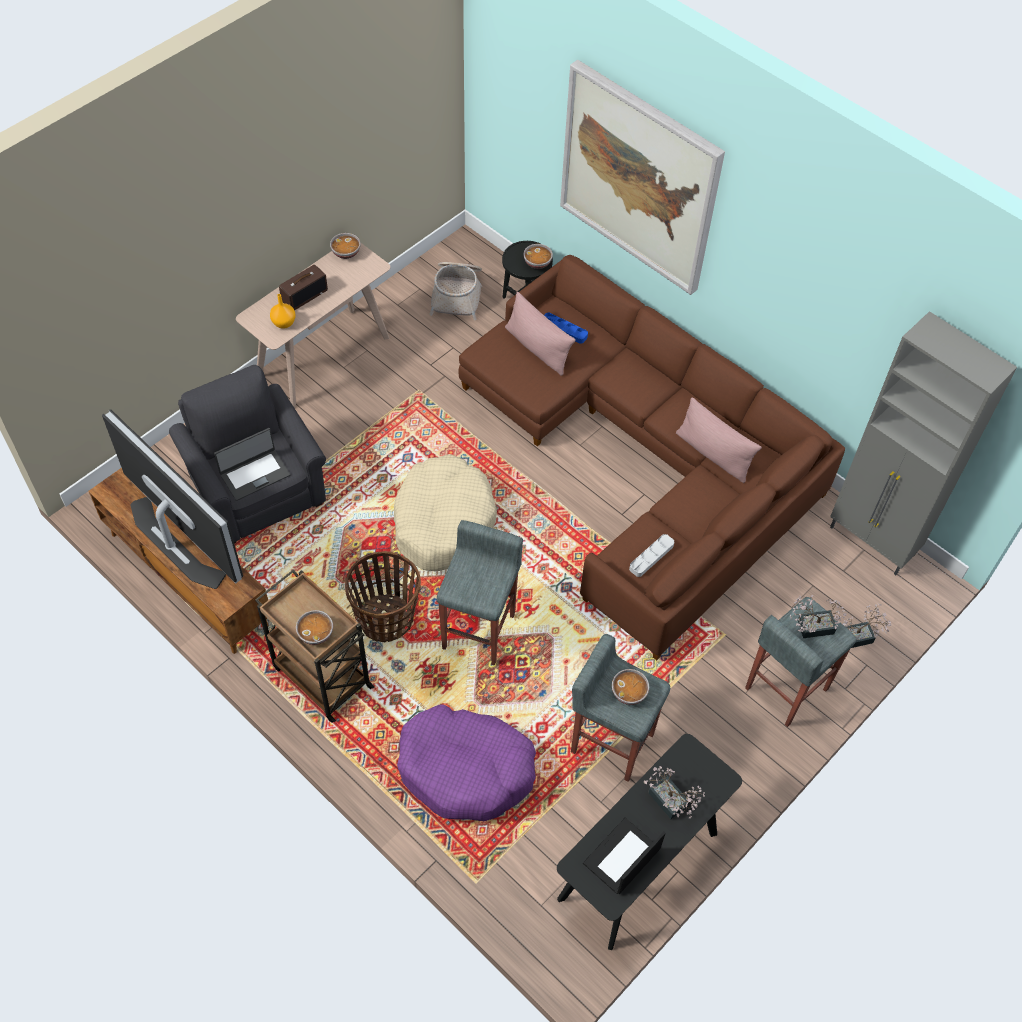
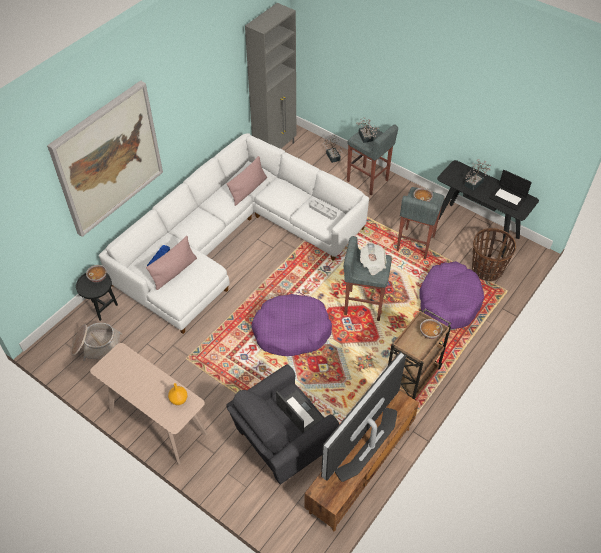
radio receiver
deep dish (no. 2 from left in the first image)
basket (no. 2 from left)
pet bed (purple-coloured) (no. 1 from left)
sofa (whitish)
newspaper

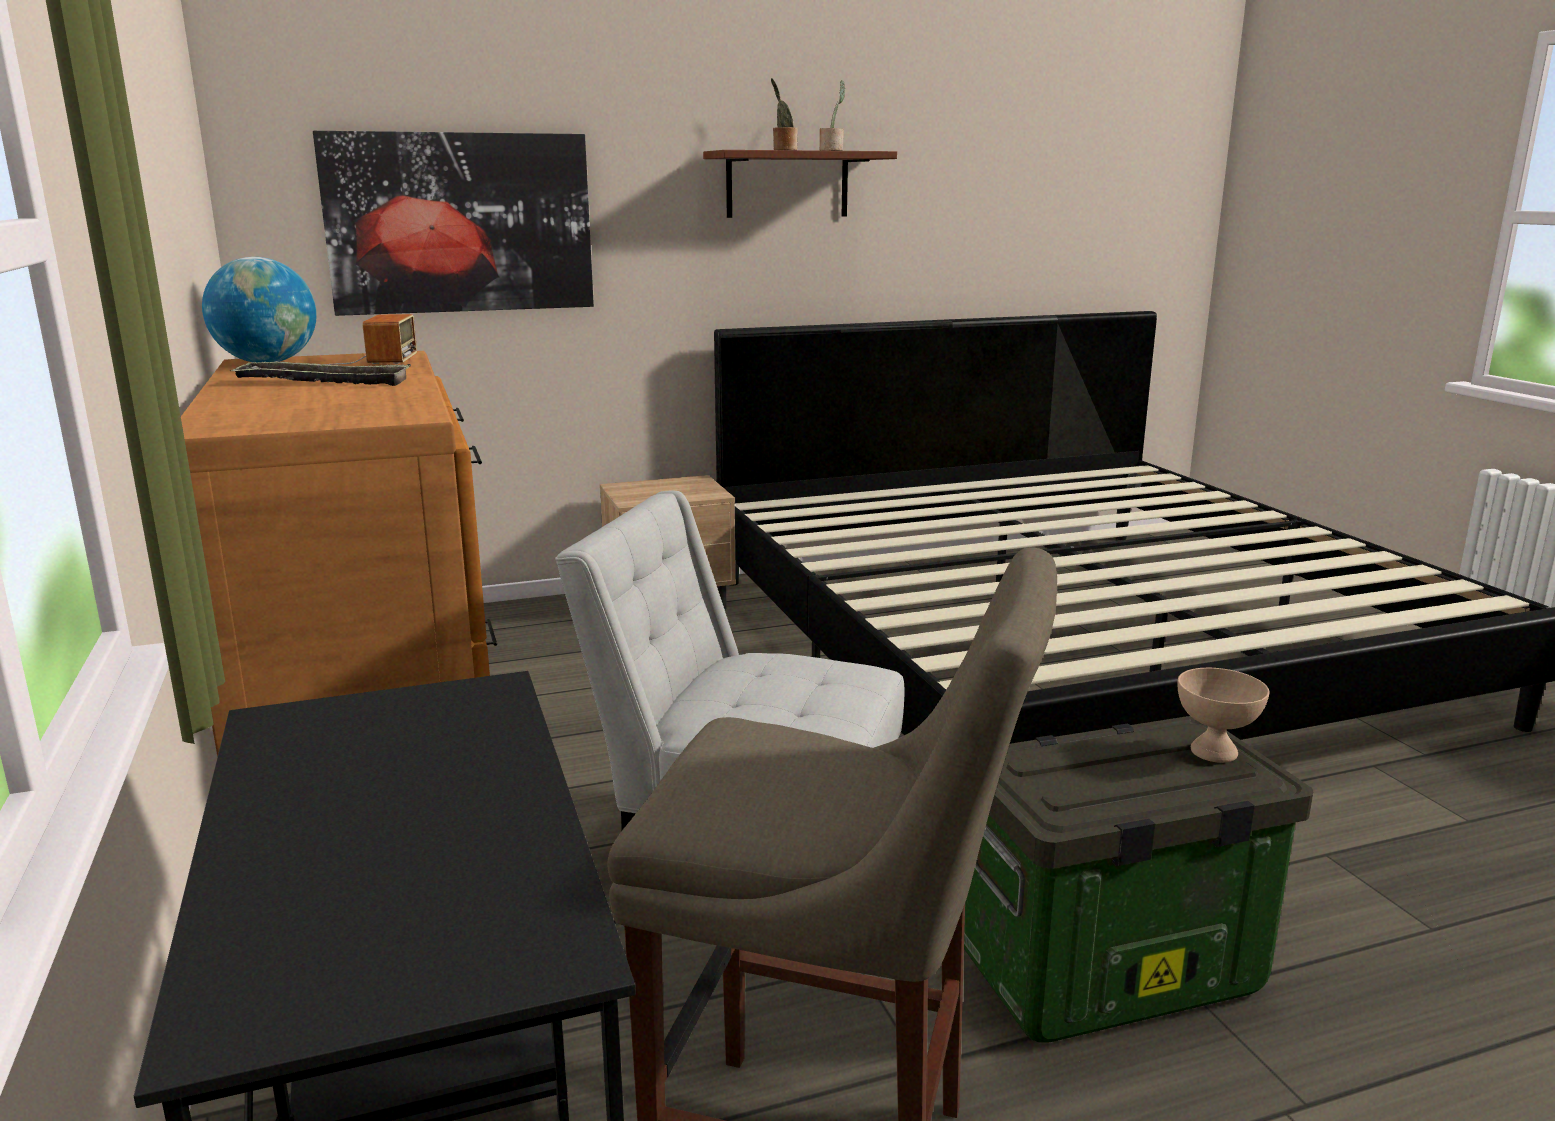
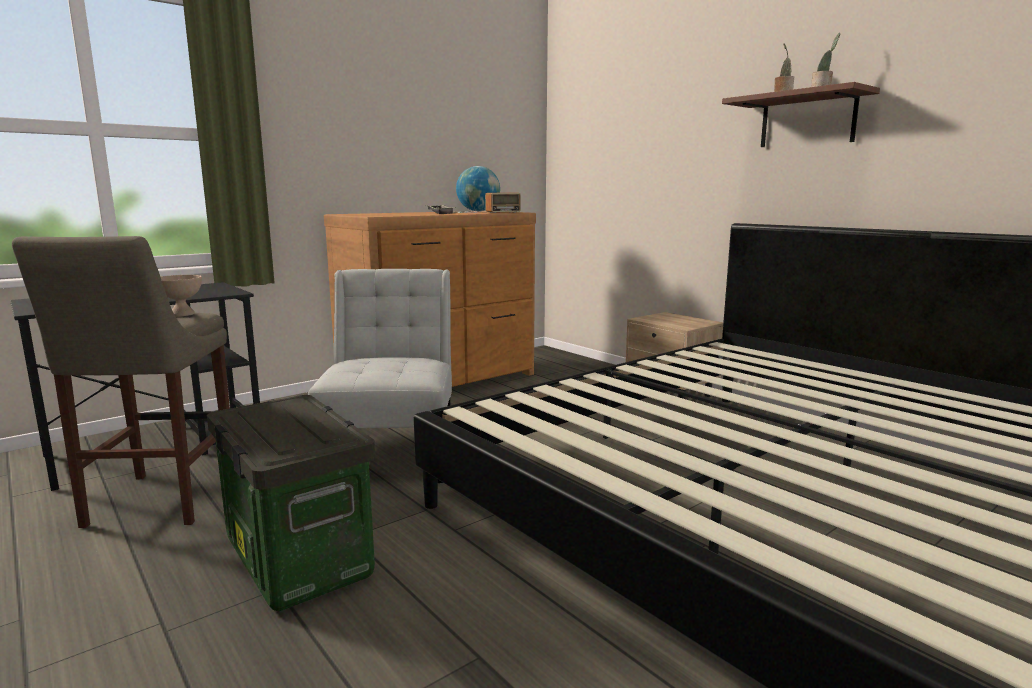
picture
deep dish (beige)

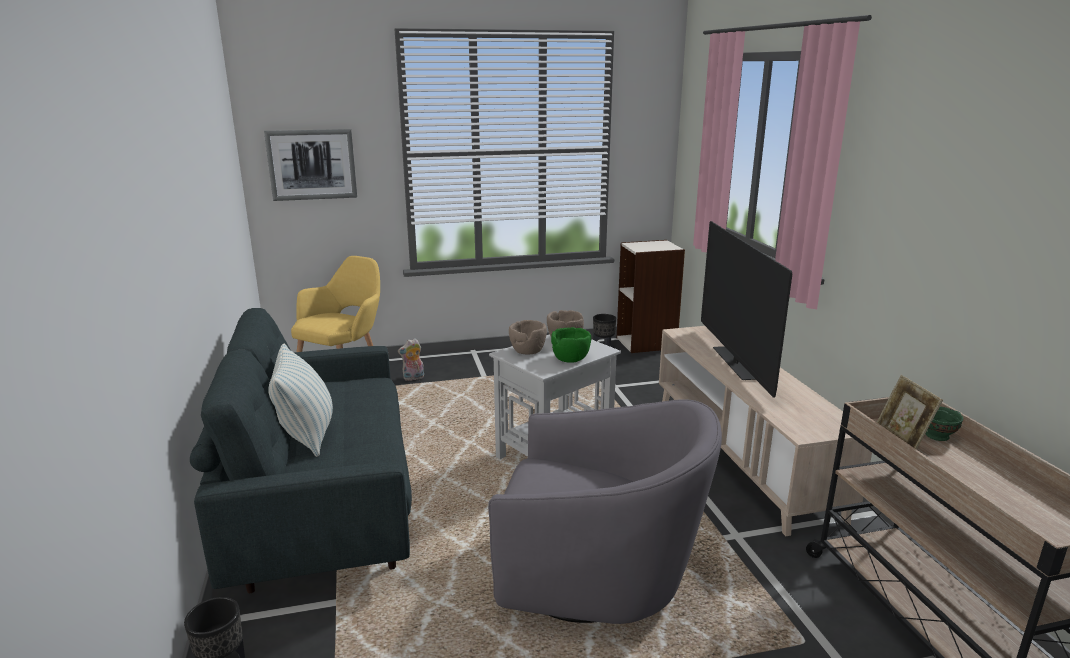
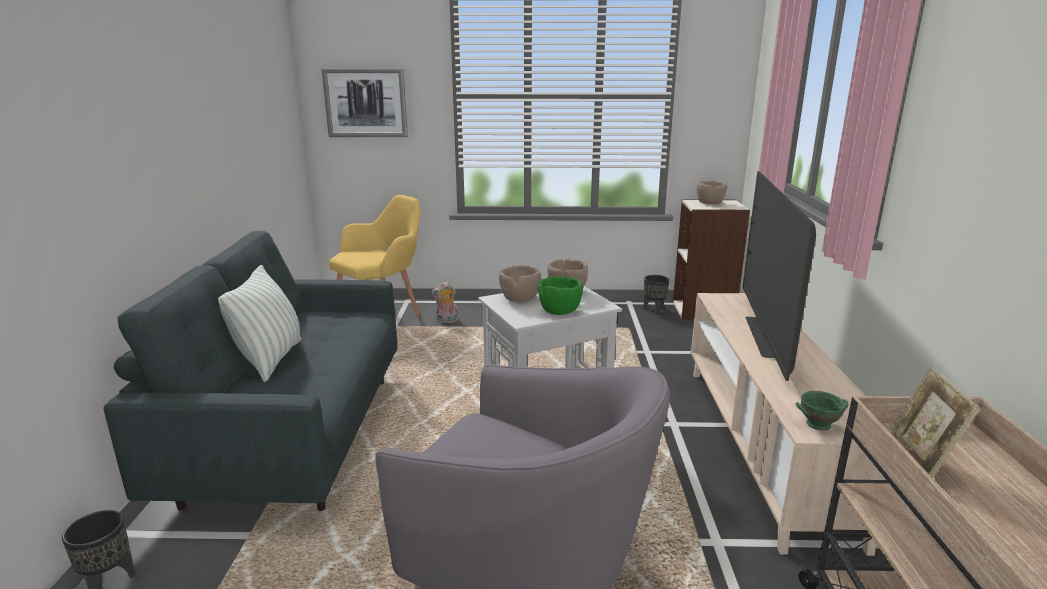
deep dish (green) (no. 2 from left)
deep dish (brownish) (no. 3 from left)

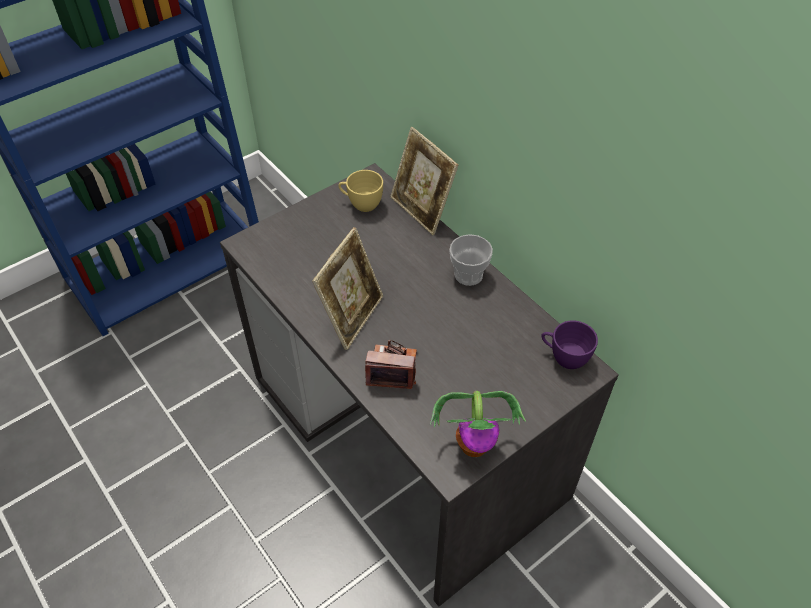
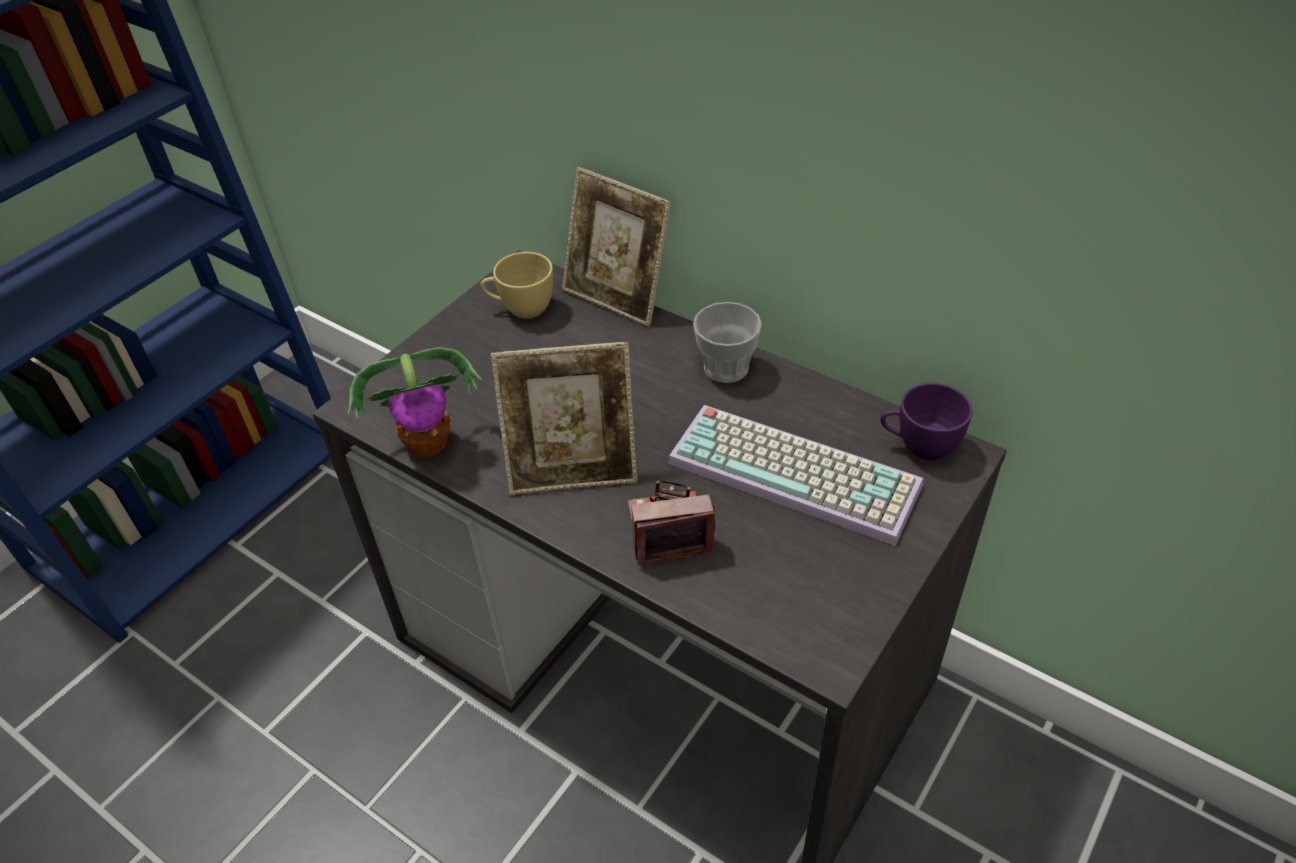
picture frame (no. 1 from left)
houseplant
keyboard

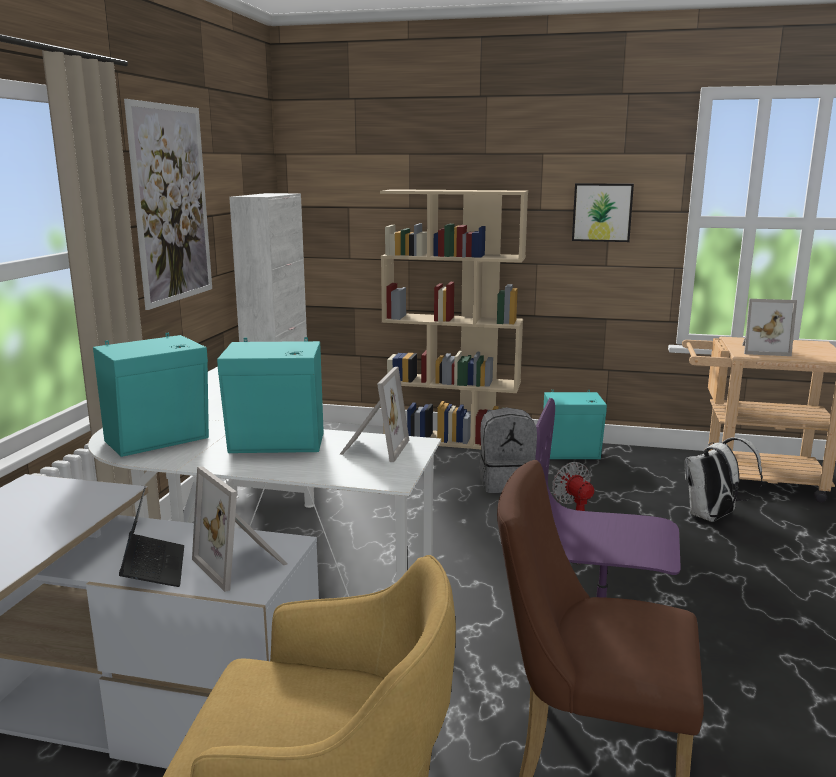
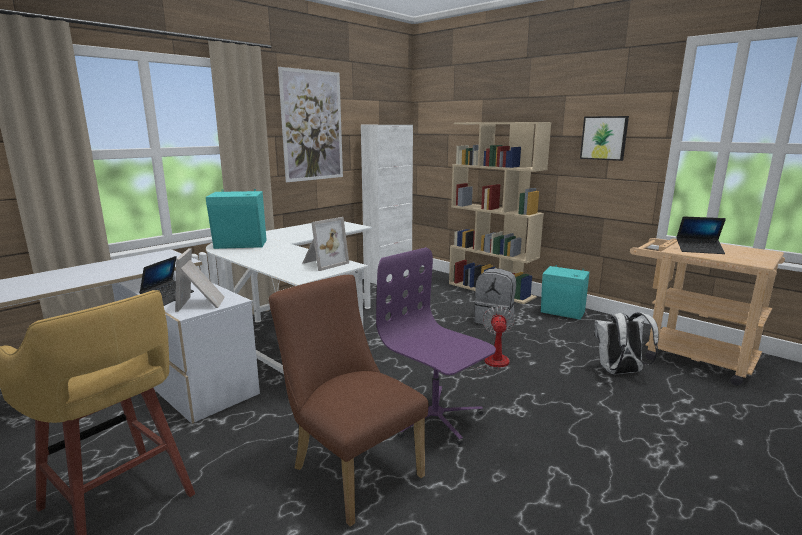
loudspeaker (turquoise) (no. 2 from left in the first image)
laptop (no. 2 from left)

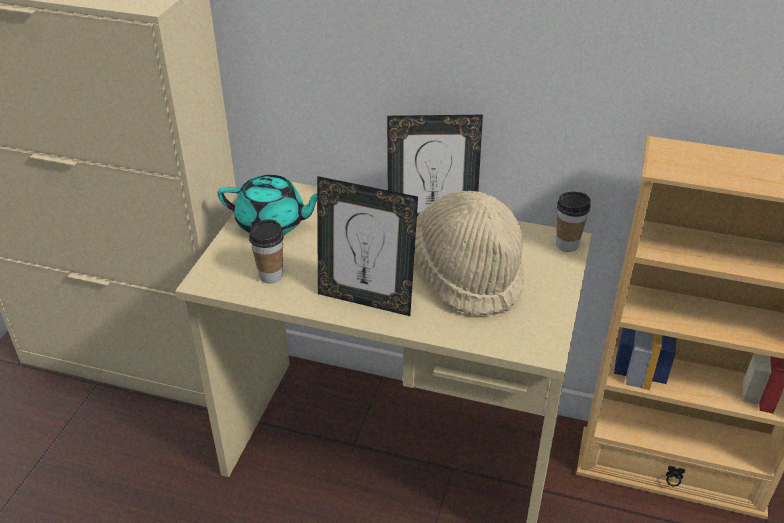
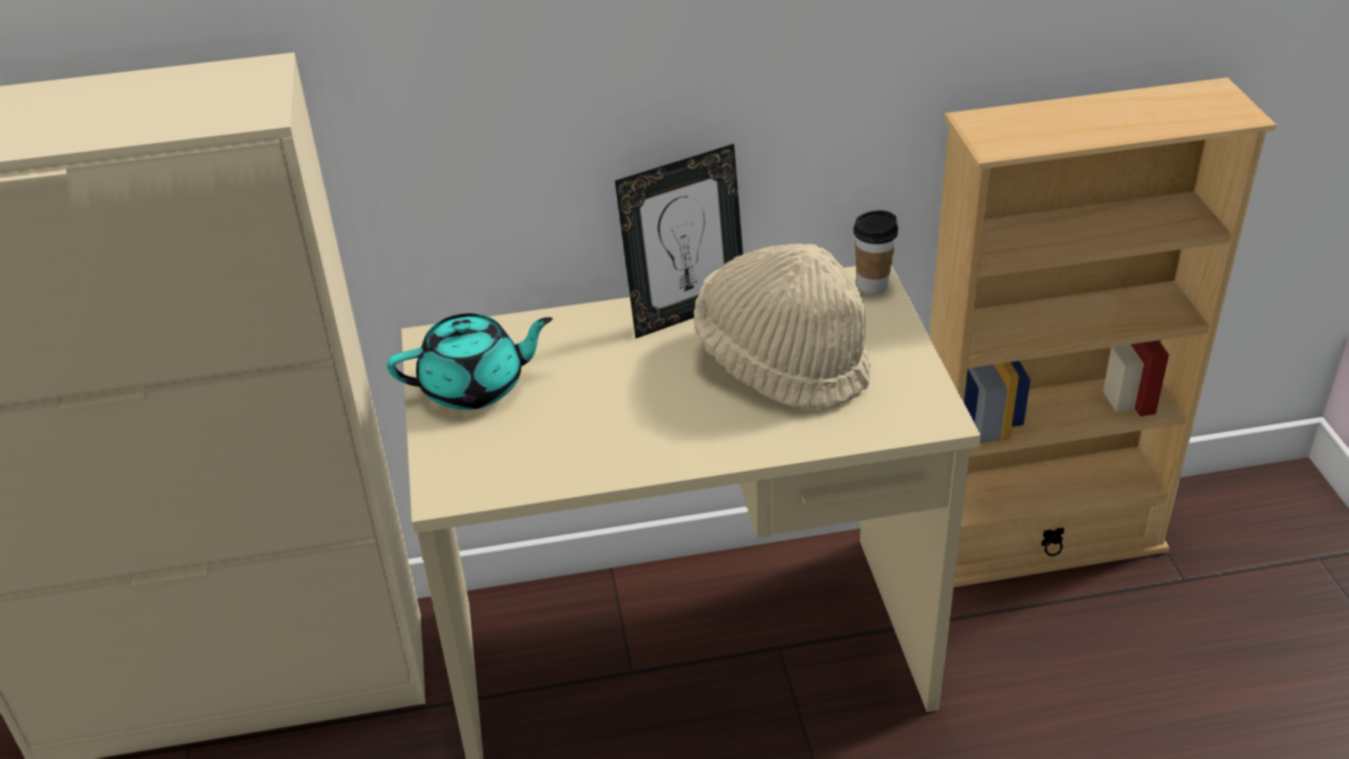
drinking cup (no. 1 from left in the first image)
picture frame (no. 1 from left in the first image)

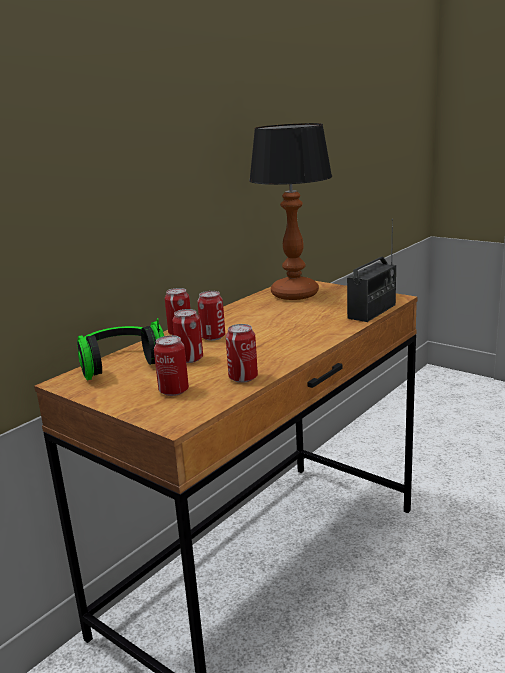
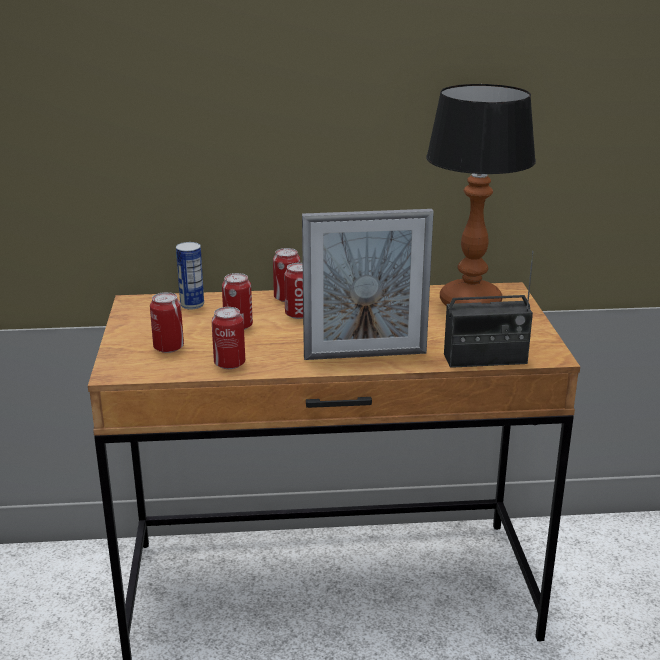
metal can (no. 2 from left)
picture frame

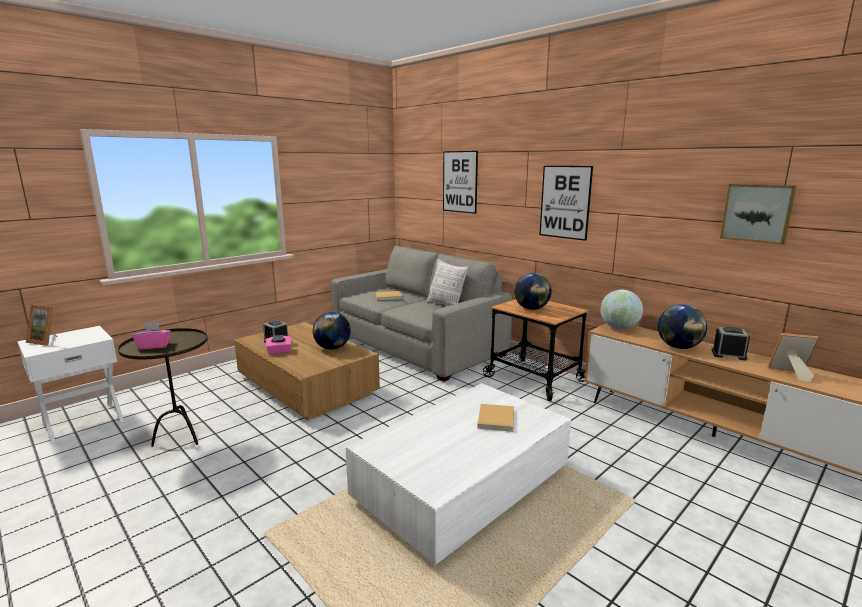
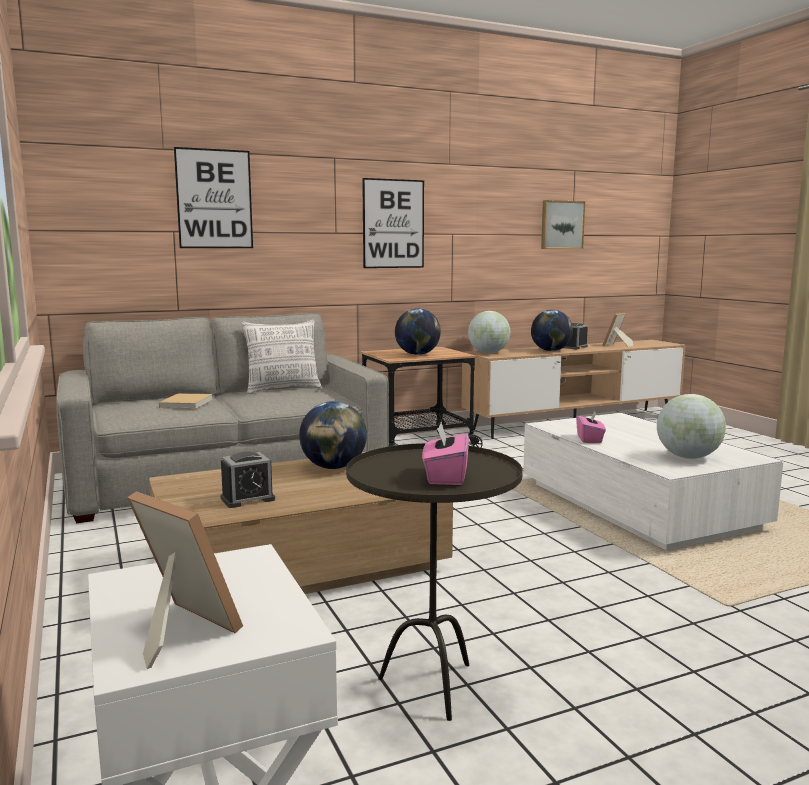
picture frame (no. 1 from left)
tissue box (pink-coloured) (no. 2 from left)
bound book (beige) (no. 2 from left in the first image)
world globe (no. 5 from left)

